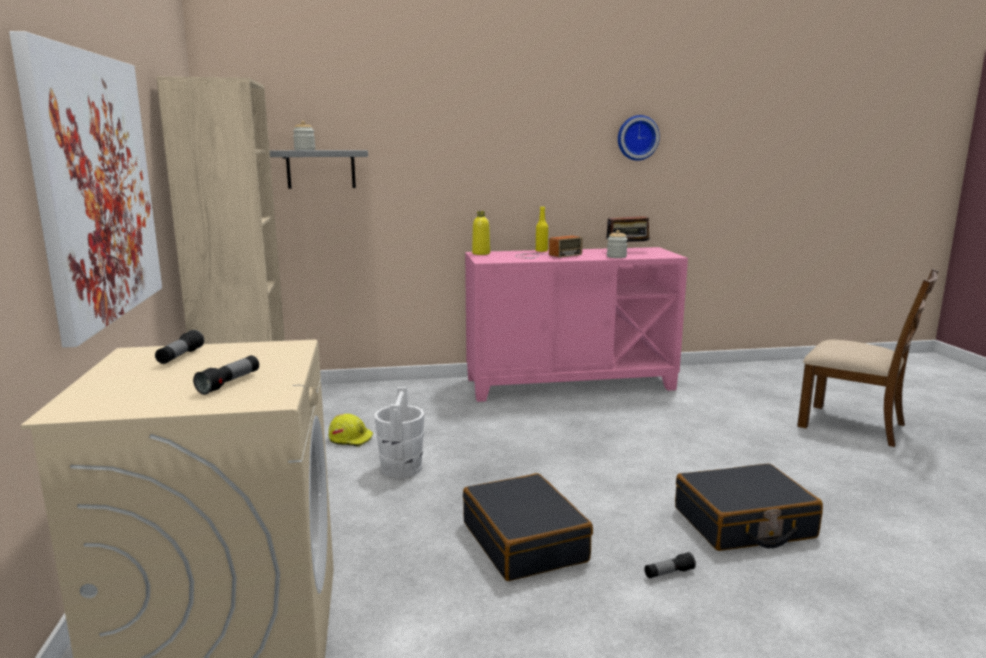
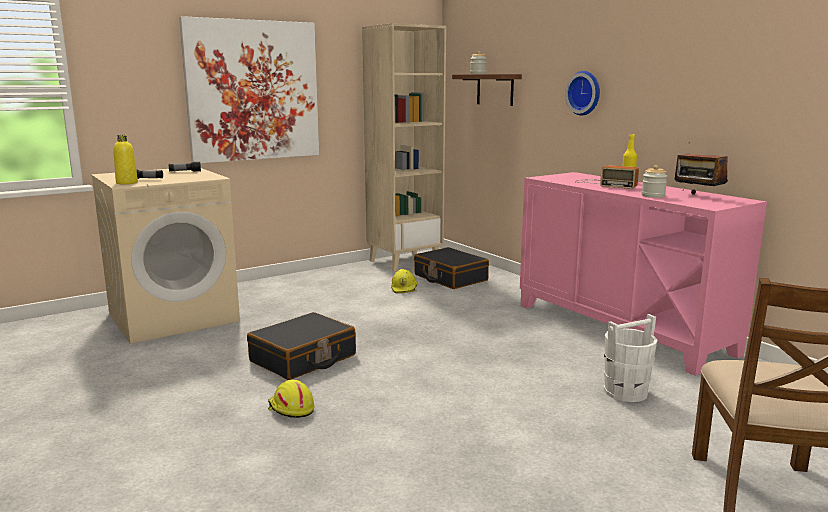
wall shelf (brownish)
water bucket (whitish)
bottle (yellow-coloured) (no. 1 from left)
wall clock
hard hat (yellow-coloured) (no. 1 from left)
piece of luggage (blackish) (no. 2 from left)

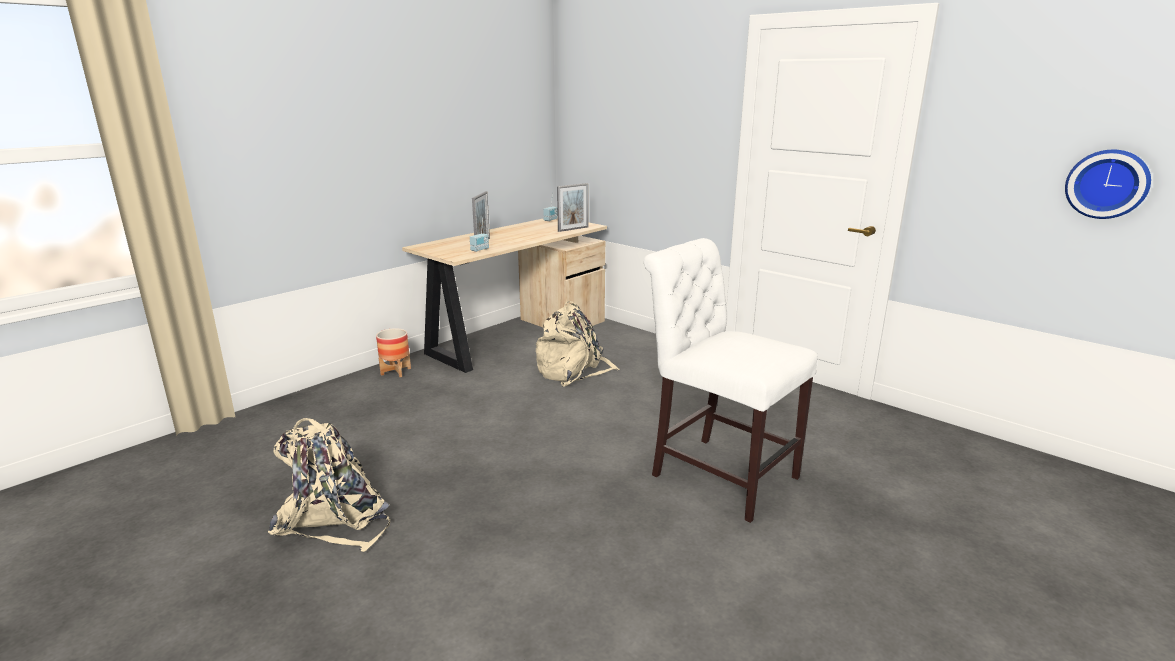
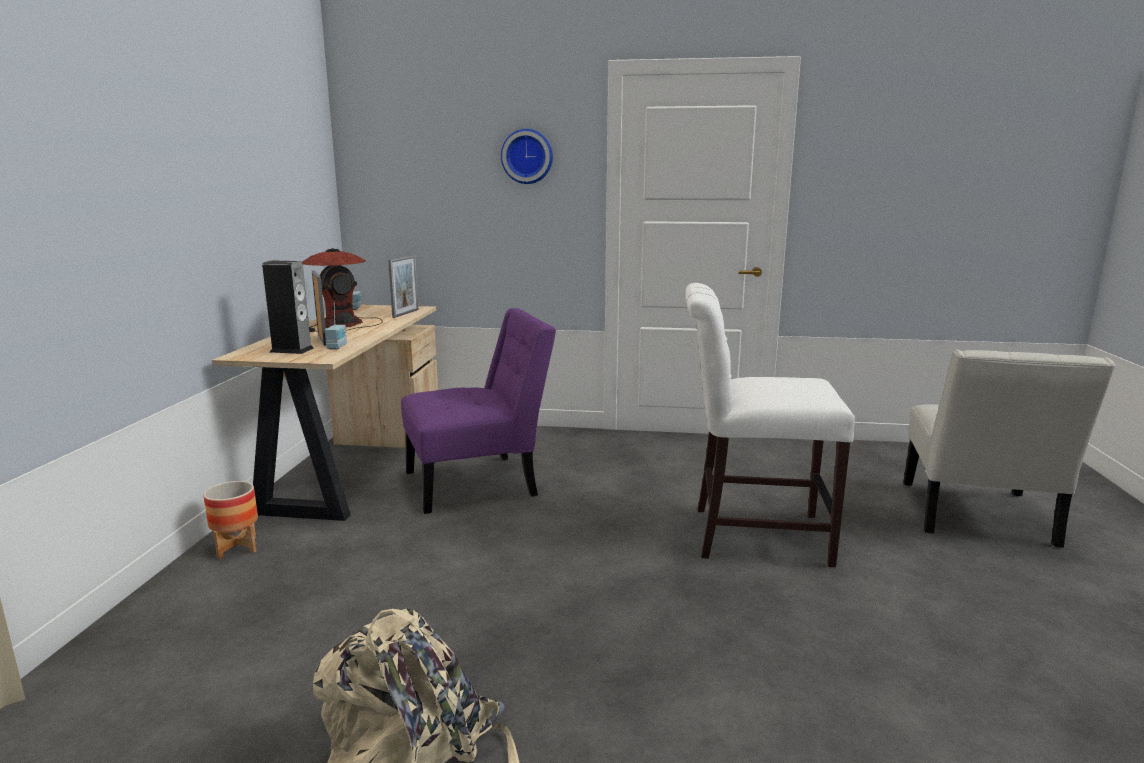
upright chair (purple-coloured)
wall clock
loudspeaker
tabletop lamp
upright chair (whitish) (no. 2 from left)

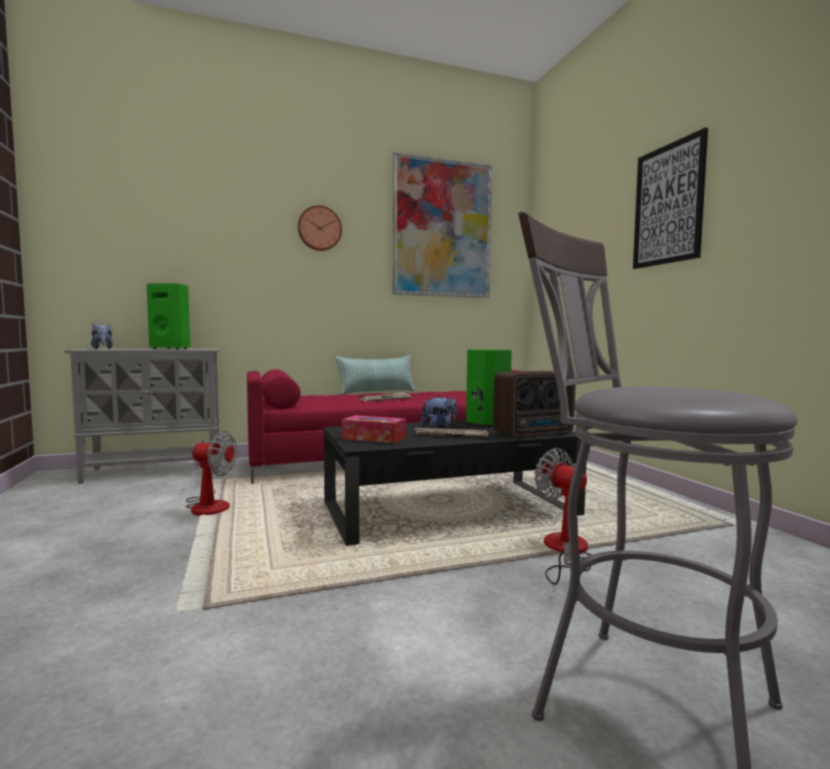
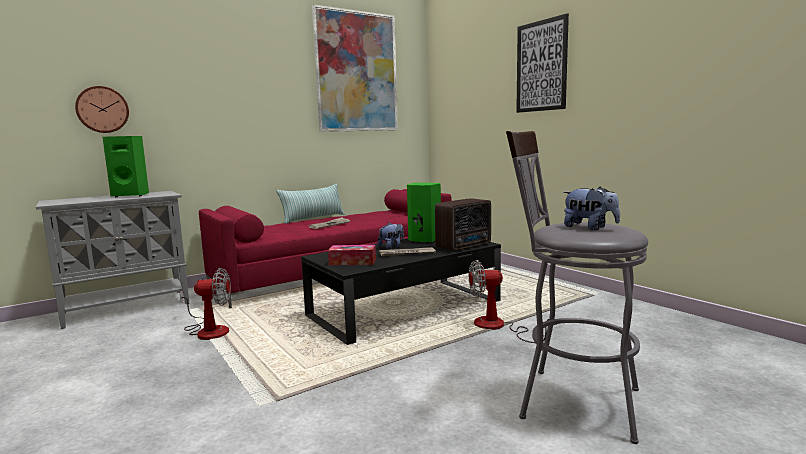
plush toy (no. 2 from left)
wall clock
fan (no. 2 from left)

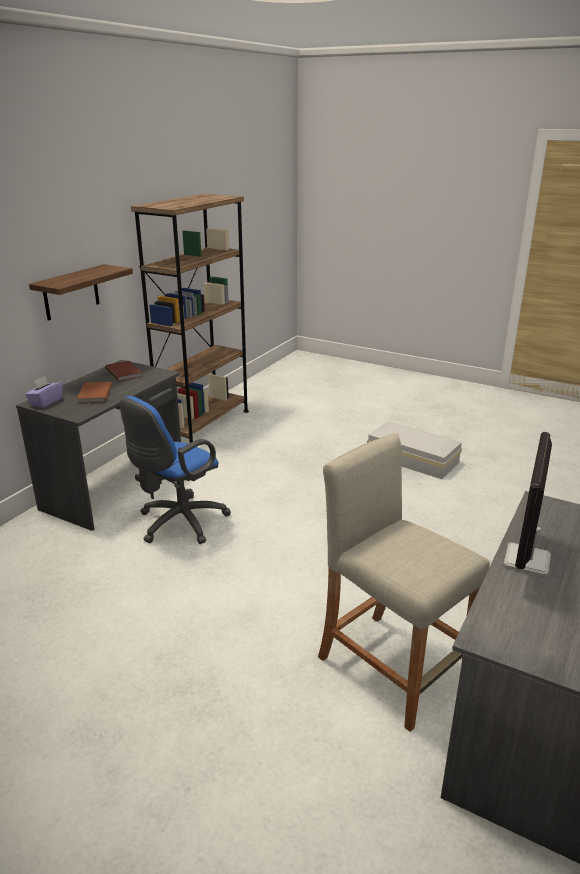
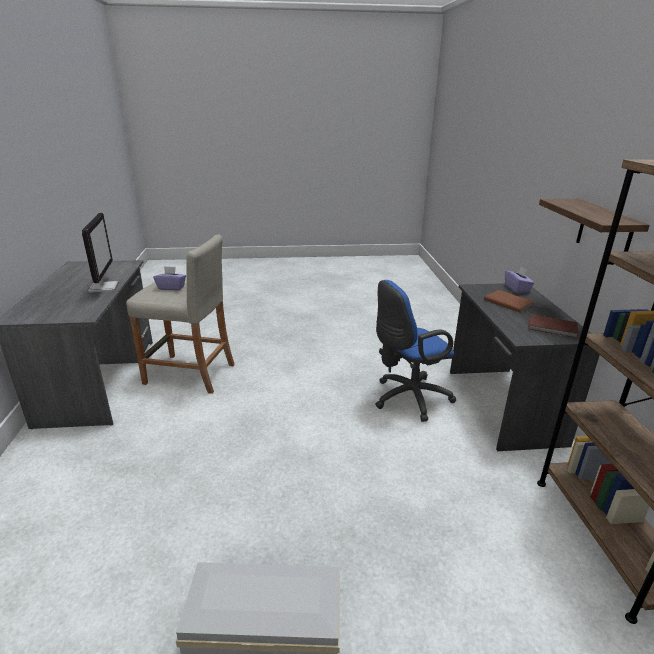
office chair (blue)
tissue box (purple-coloured) (no. 1 from left)

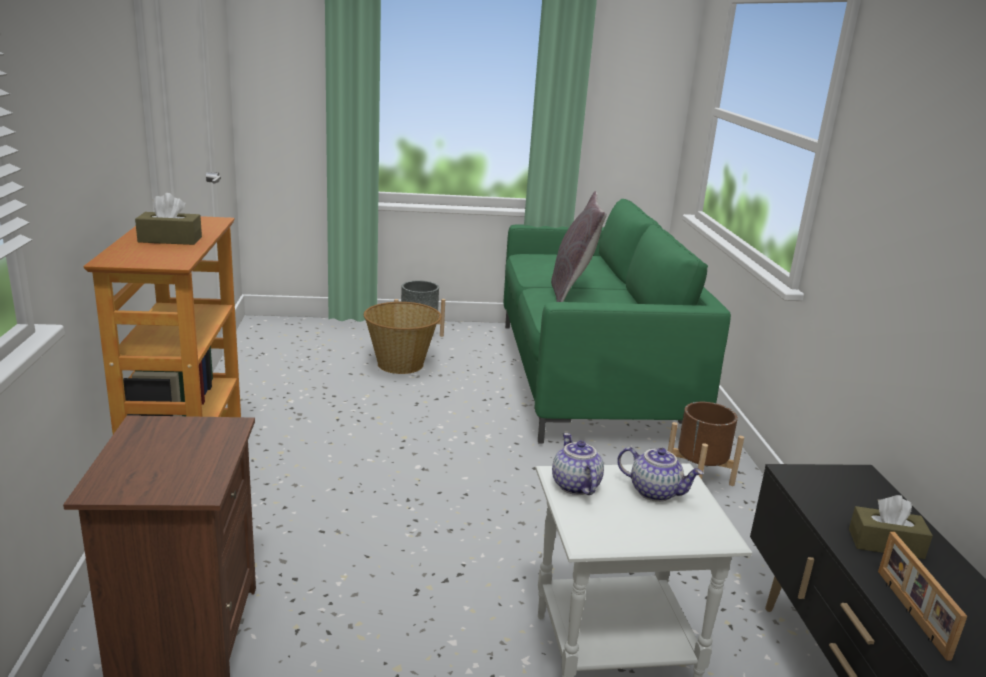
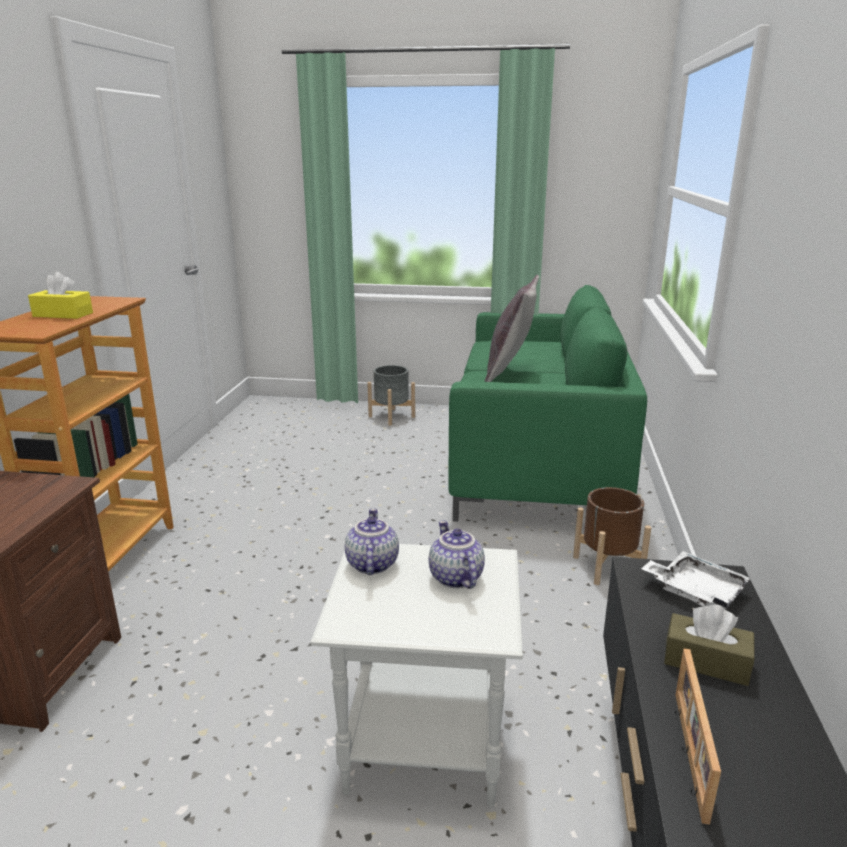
tissue box (yellow-coloured)
basket
tea pot (no. 2 from left)
tray (whitish)

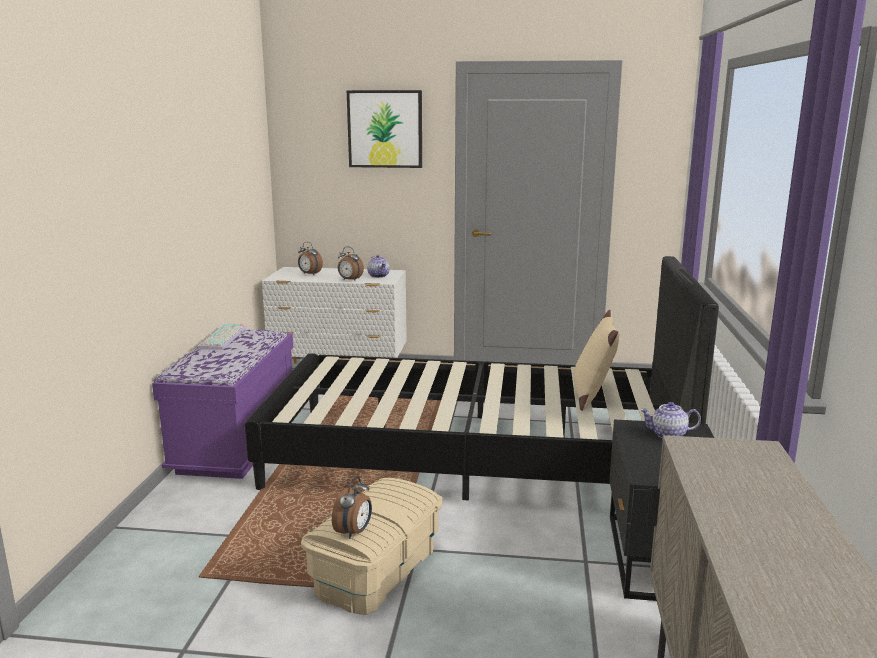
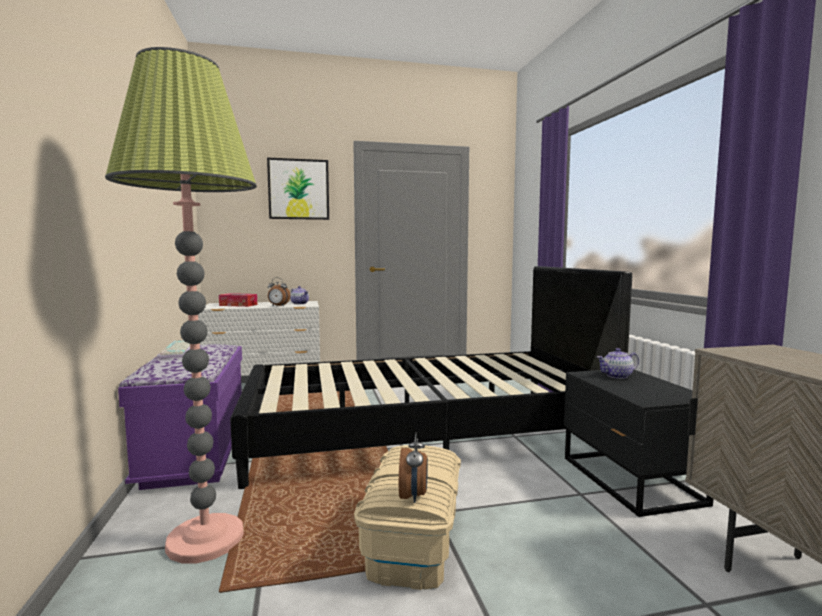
tissue box
pillow (beige)
floor lamp

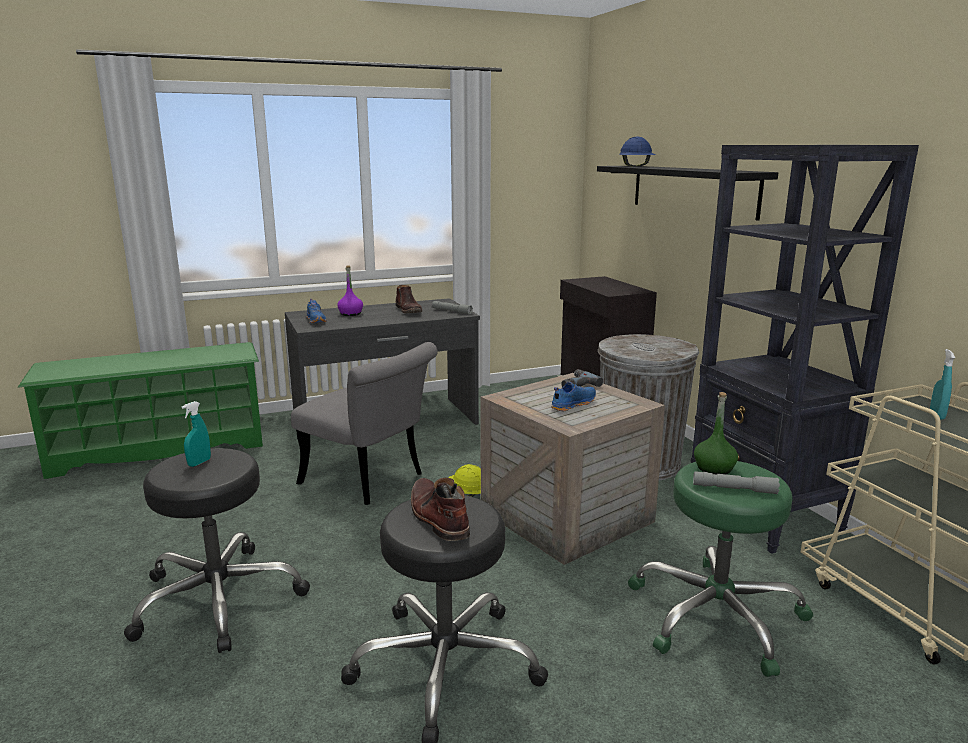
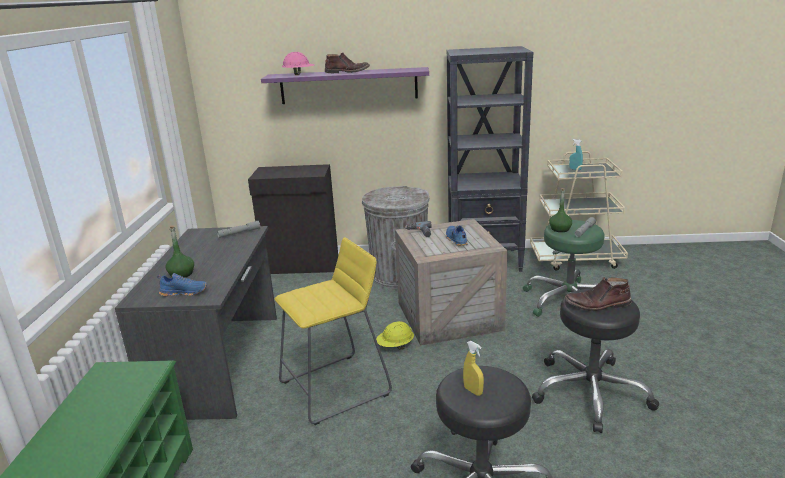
spray bottle (yellow-coloured)
stool (yellow-coloured)
bottle (green) (no. 1 from left)
boot (brownish) (no. 1 from left)
wall shelf (purple-coloured)
hard hat (pink-coloured)

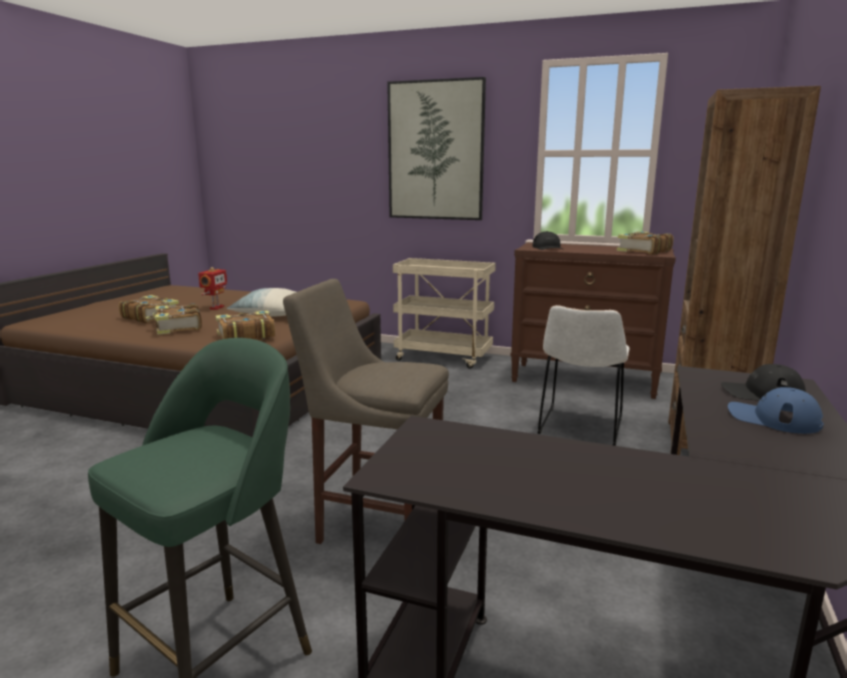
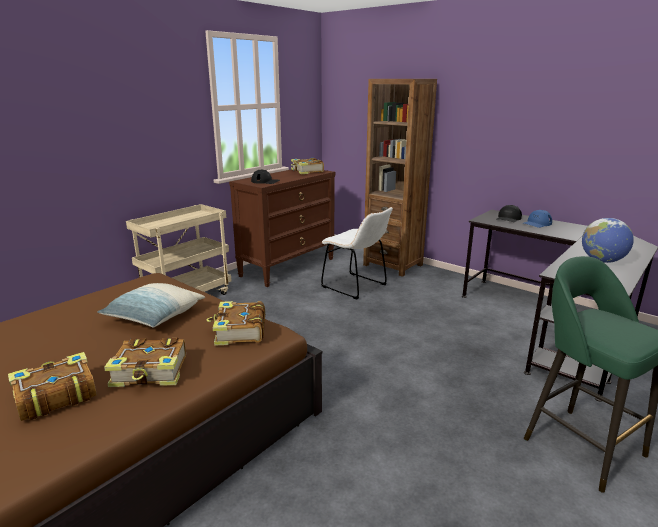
model robot
stool (beige)
picture
world globe

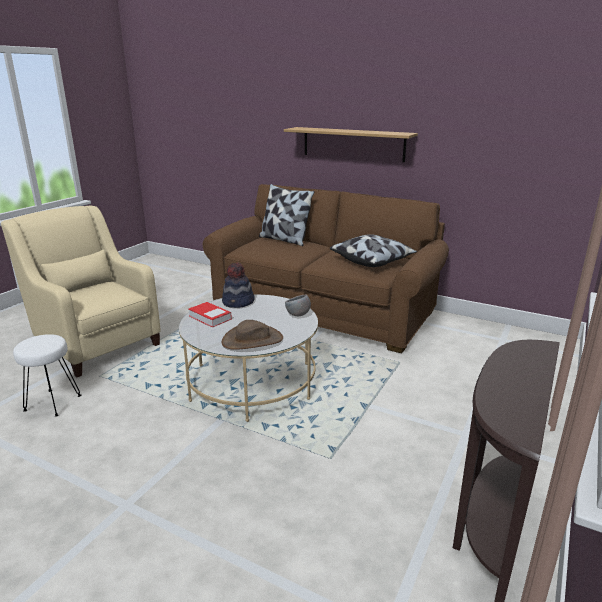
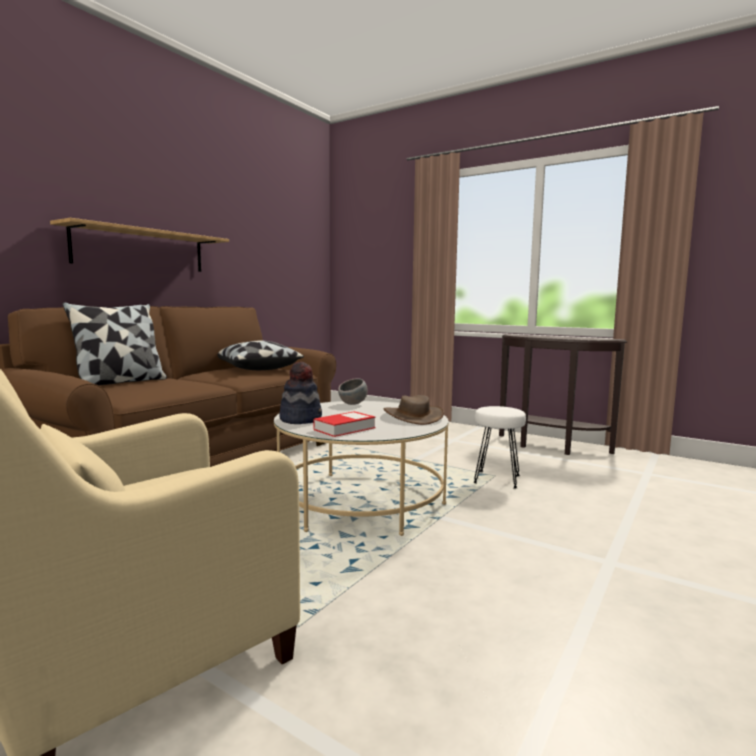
stool (whitish)

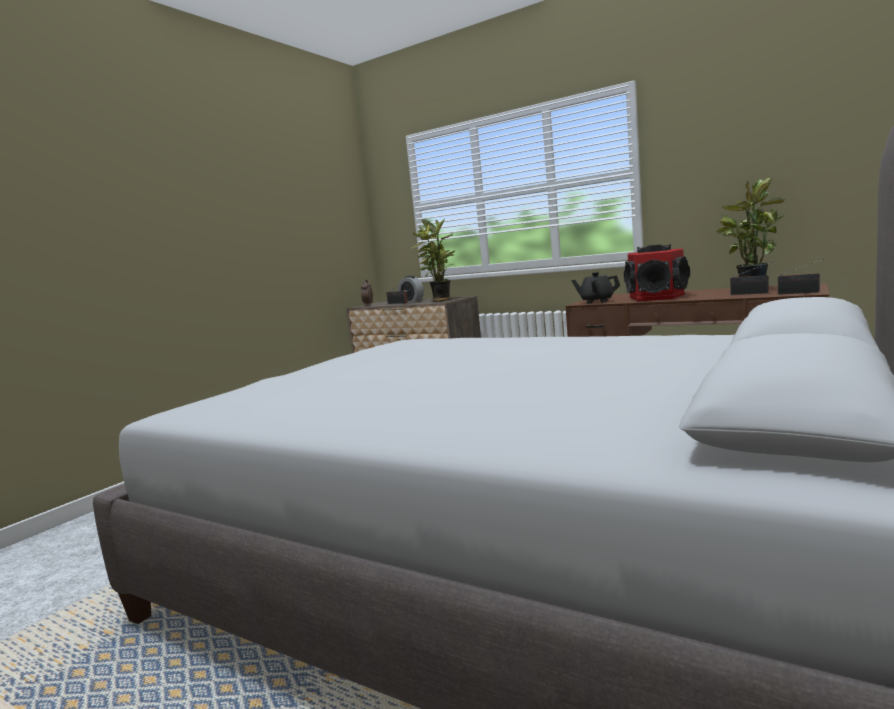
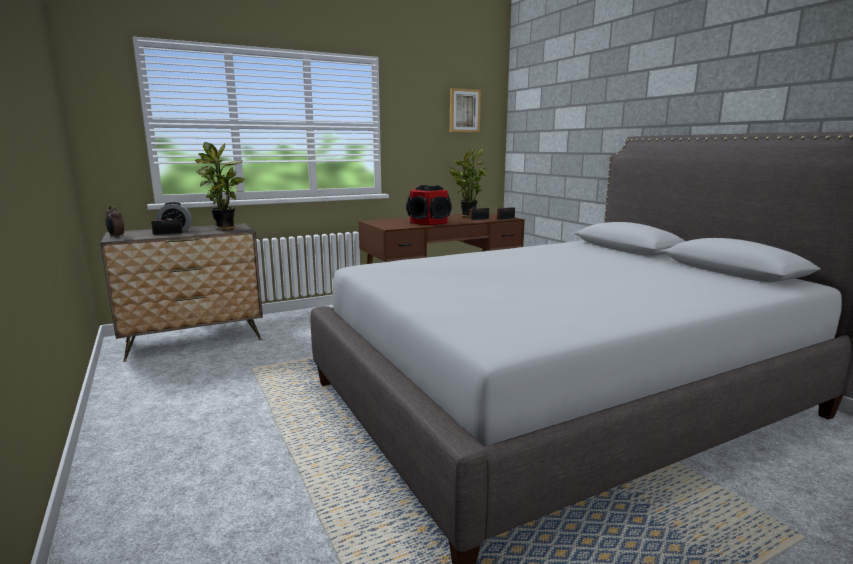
tea pot (blackish)
picture

